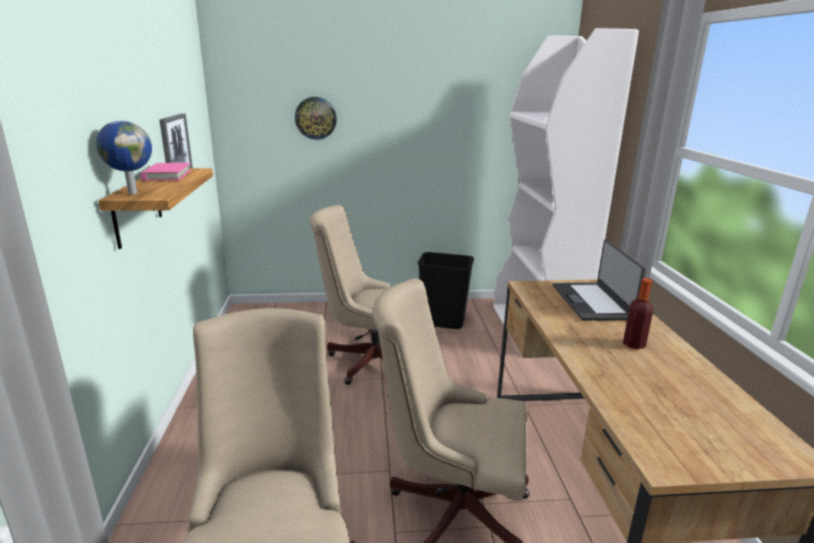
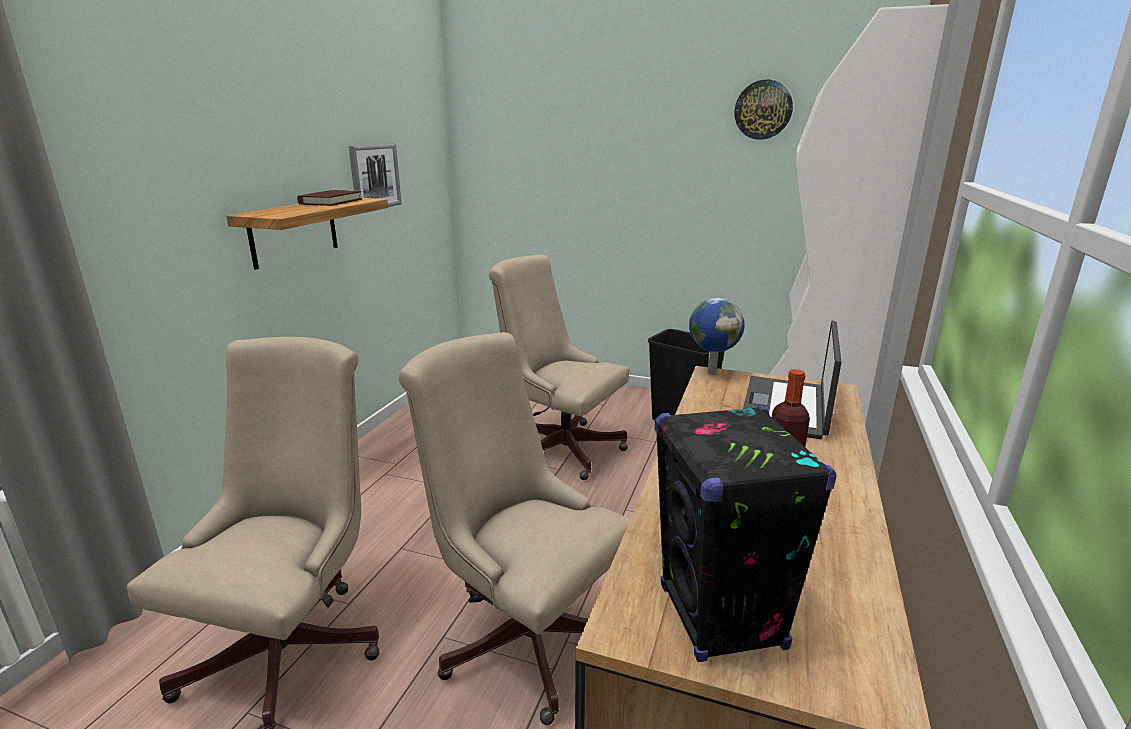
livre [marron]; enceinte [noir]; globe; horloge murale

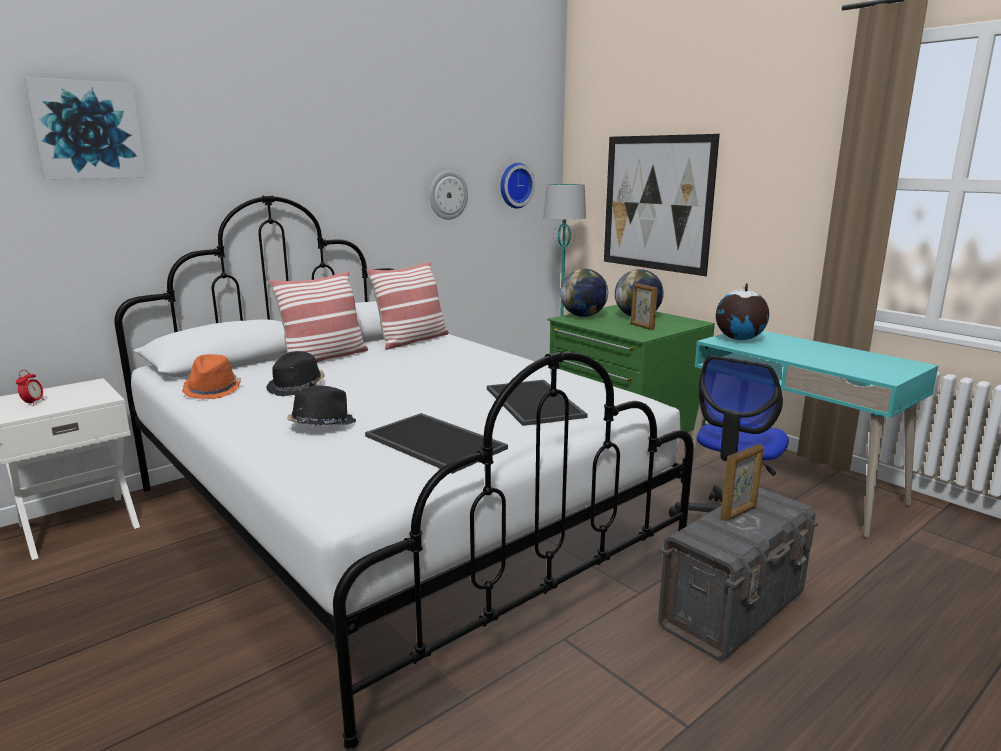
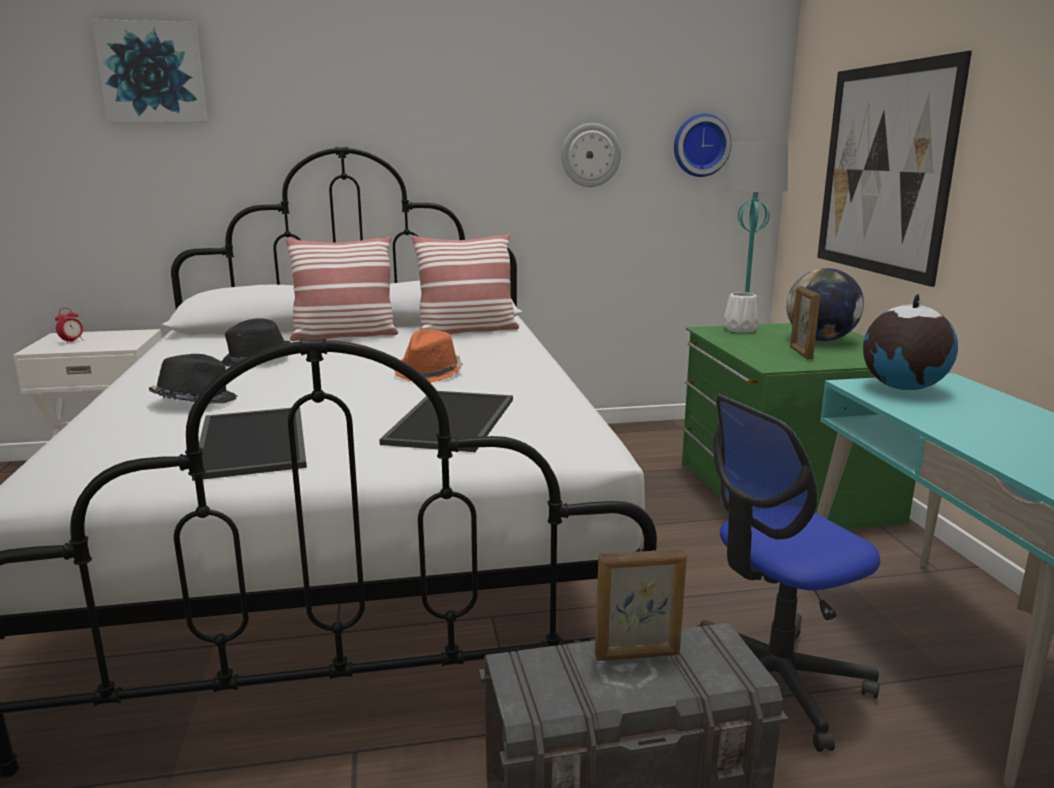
chapeau [orange]; vase [blanc]

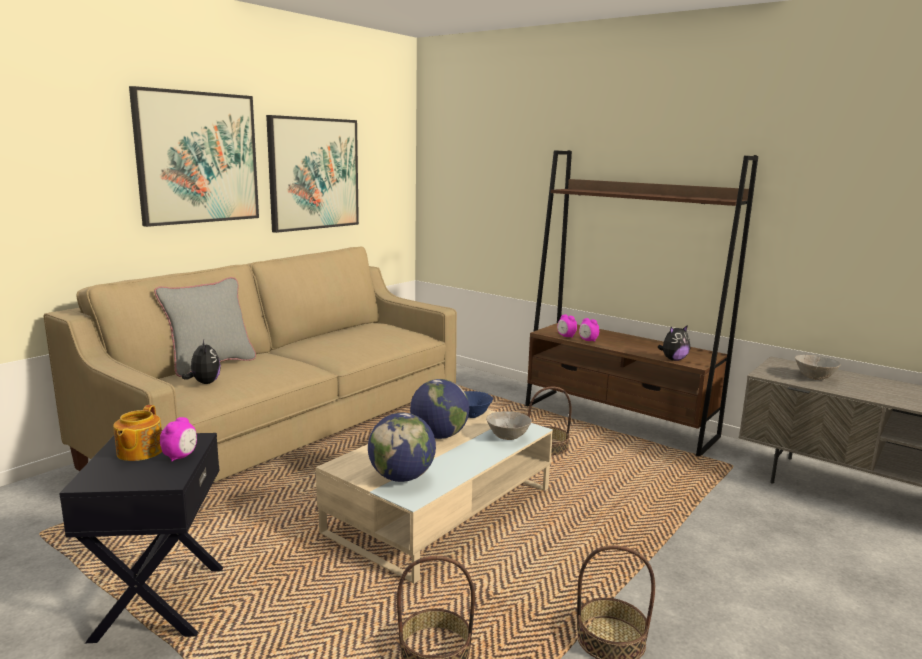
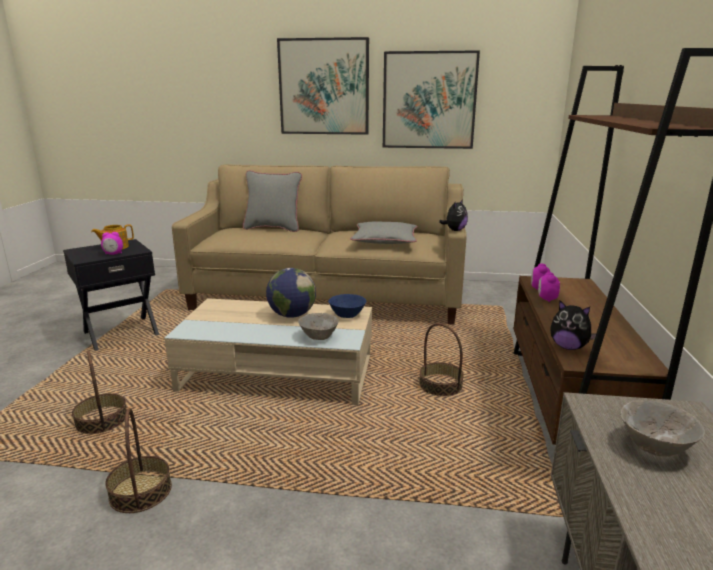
coussin [gris] (no. 2 from left); peluche (no. 1 from left); globe (no. 1 from left in the first image)

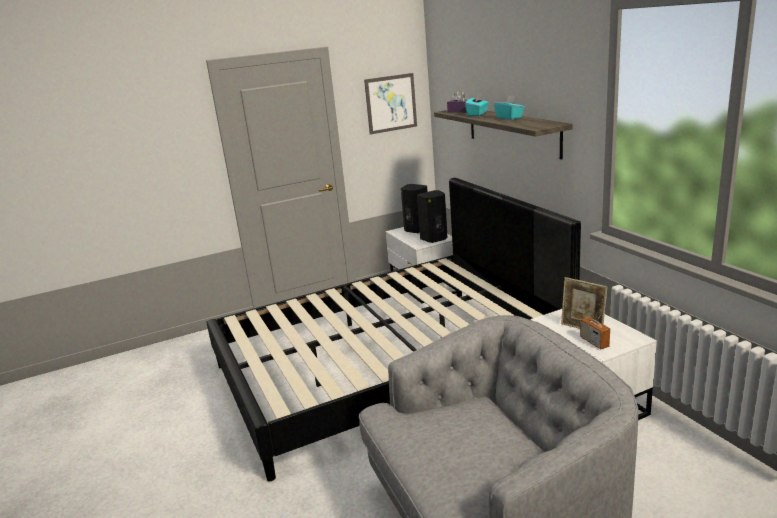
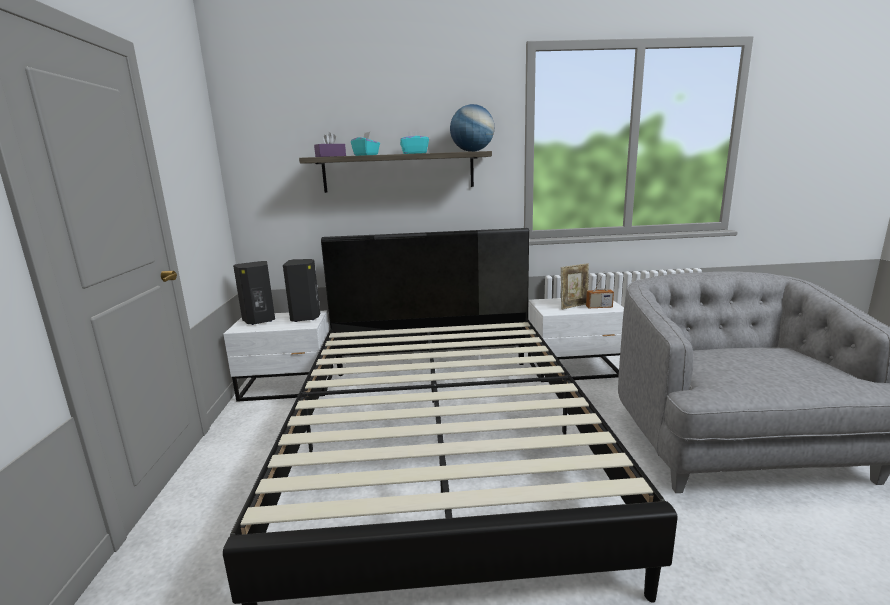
globe; tableau

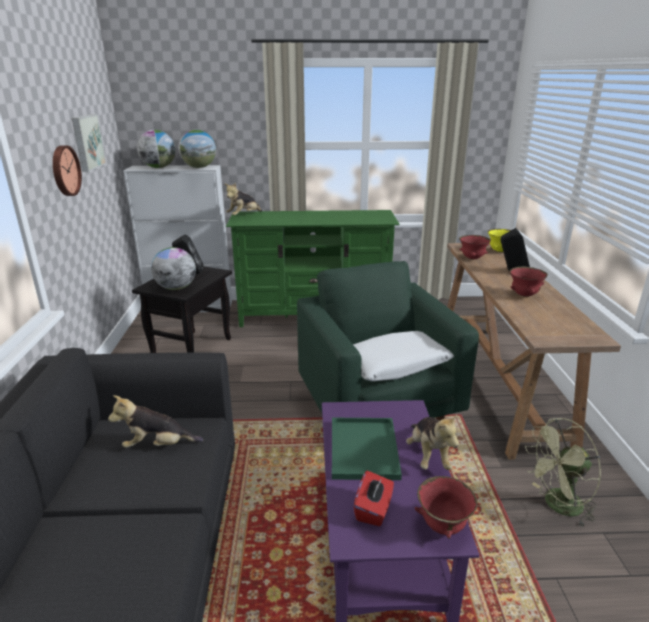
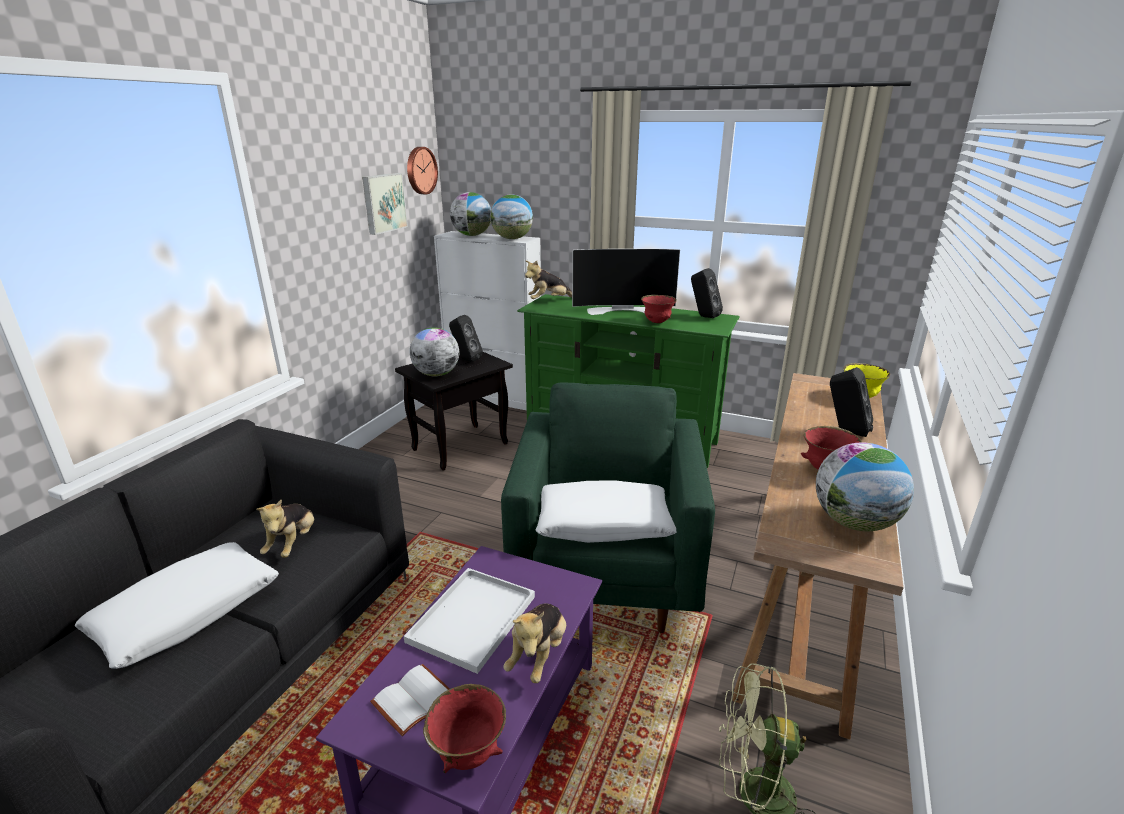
coussin [blanc] (no. 1 from left); peluche (no. 1 from left); livre [blanc]; plateau [blanc]; horloge murale; téléviseur; bol [rouge] (no. 2 from left); enceinte [noir] (no. 2 from left); globe (no. 4 from left)

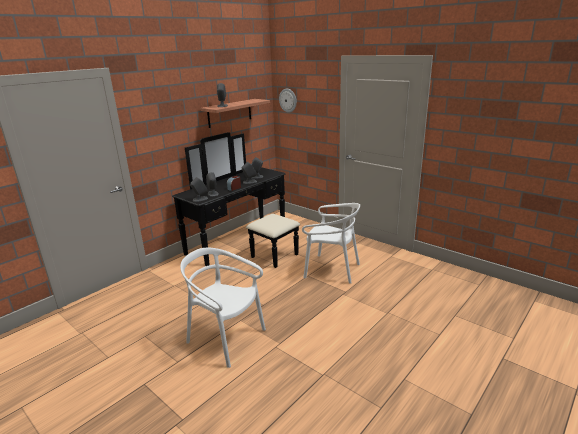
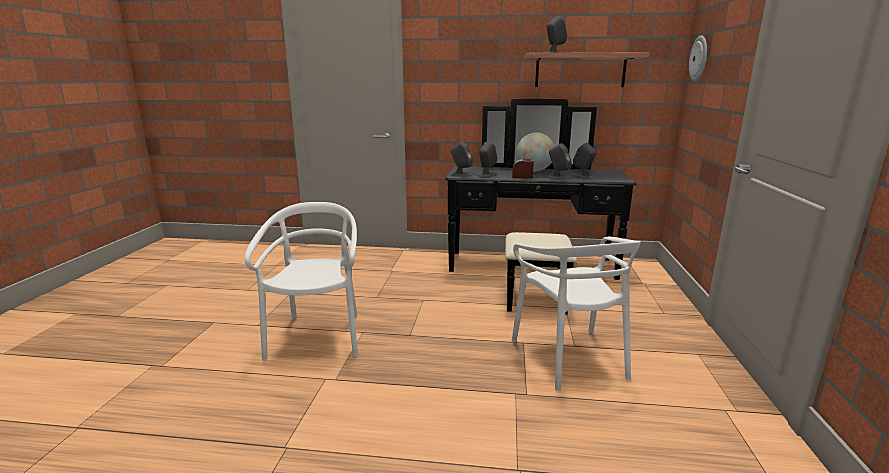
globe

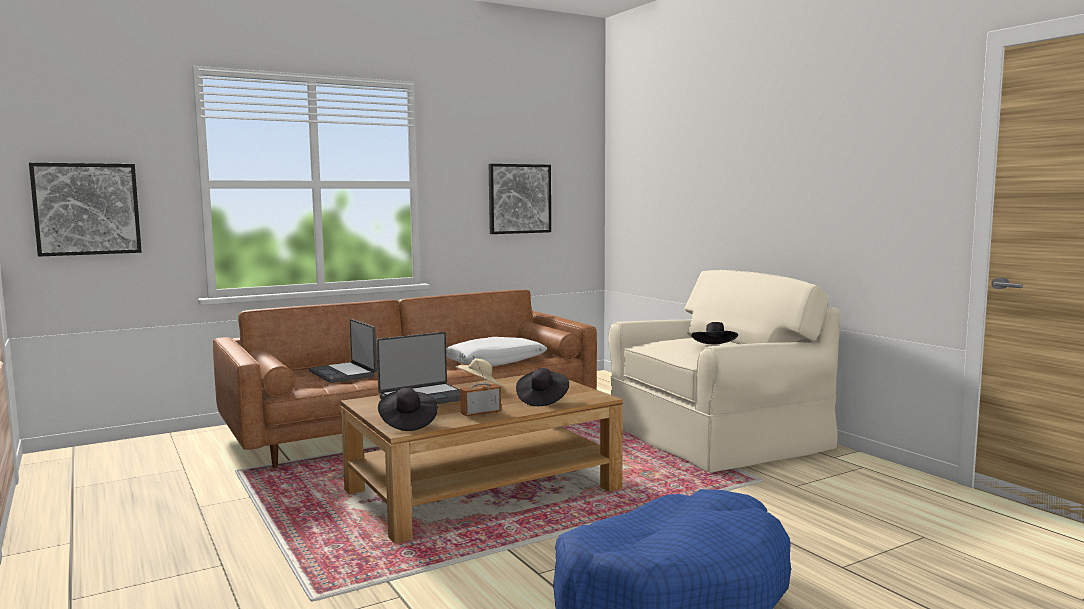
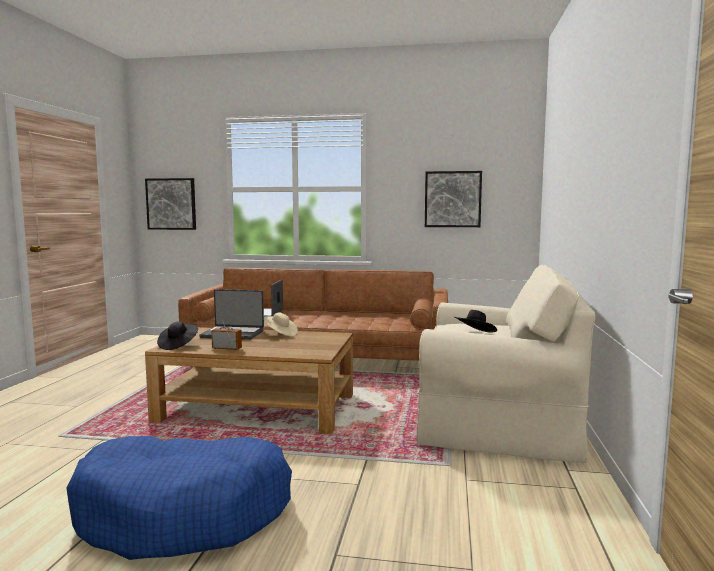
coussin [blanc]; chapeau [noir] (no. 2 from left in the first image)

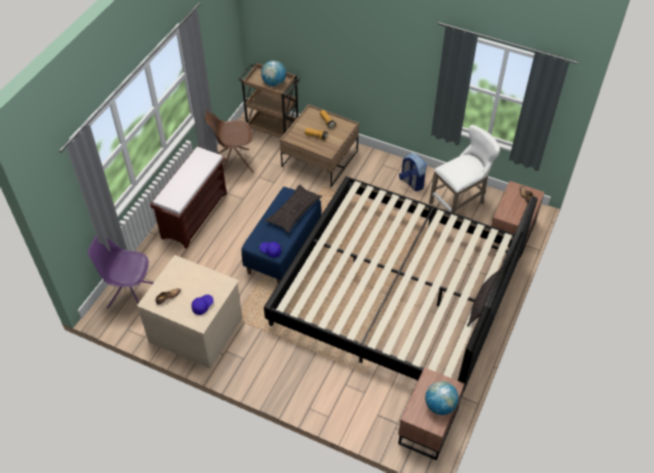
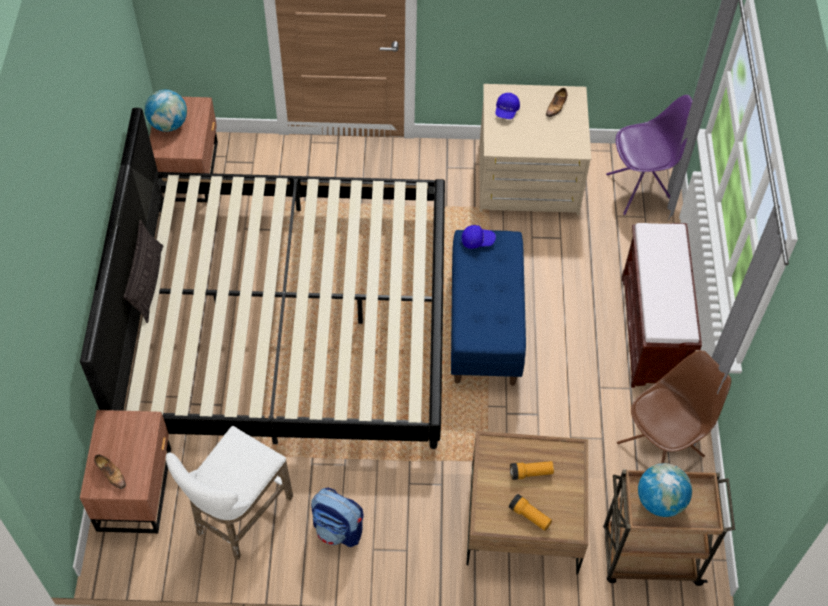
coussin (no. 1 from left in the first image)

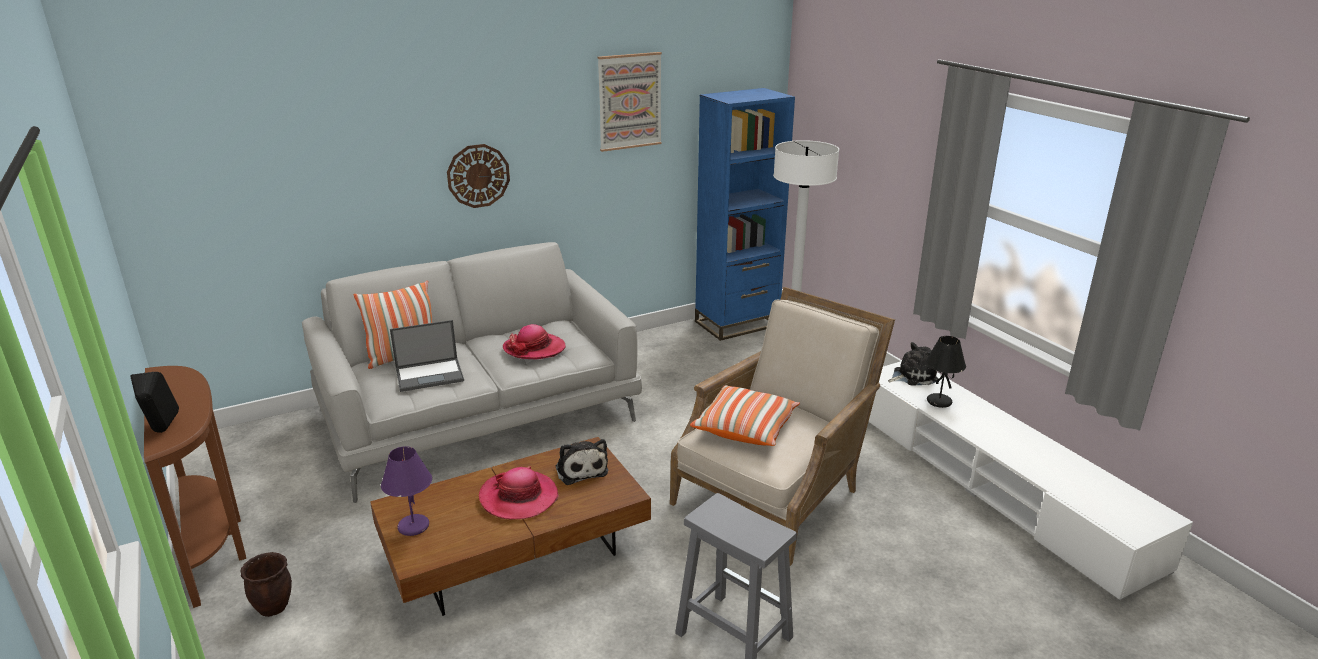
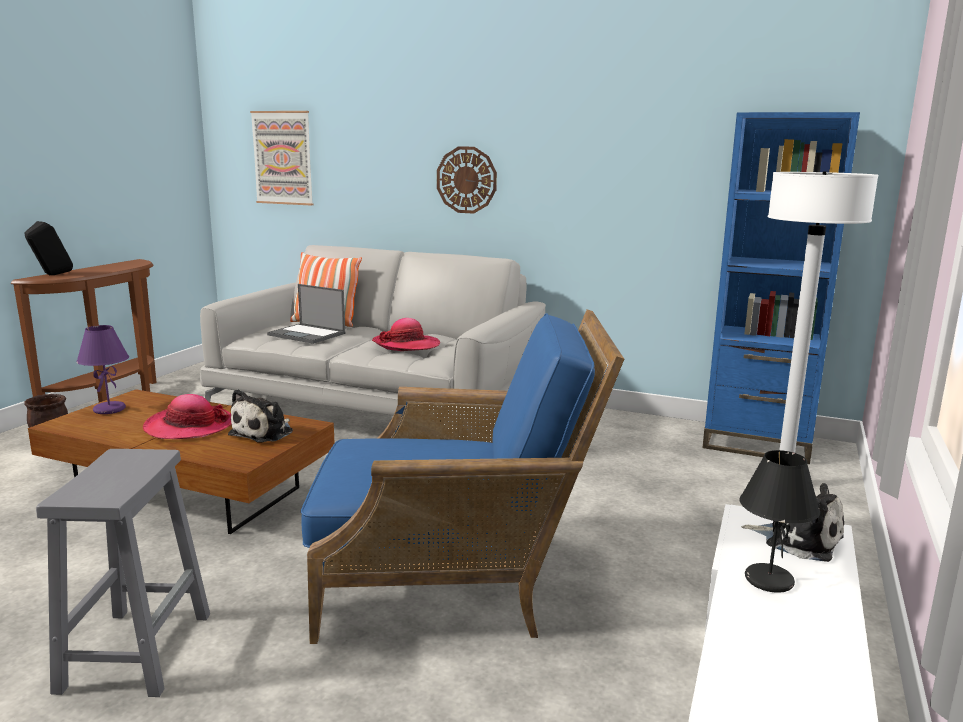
tableau; fauteuil [bleu]; coussin (no. 2 from left in the first image)

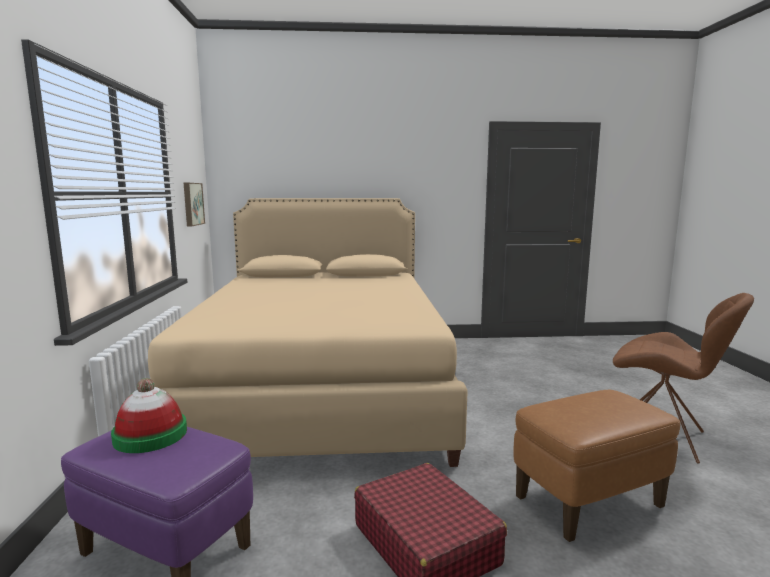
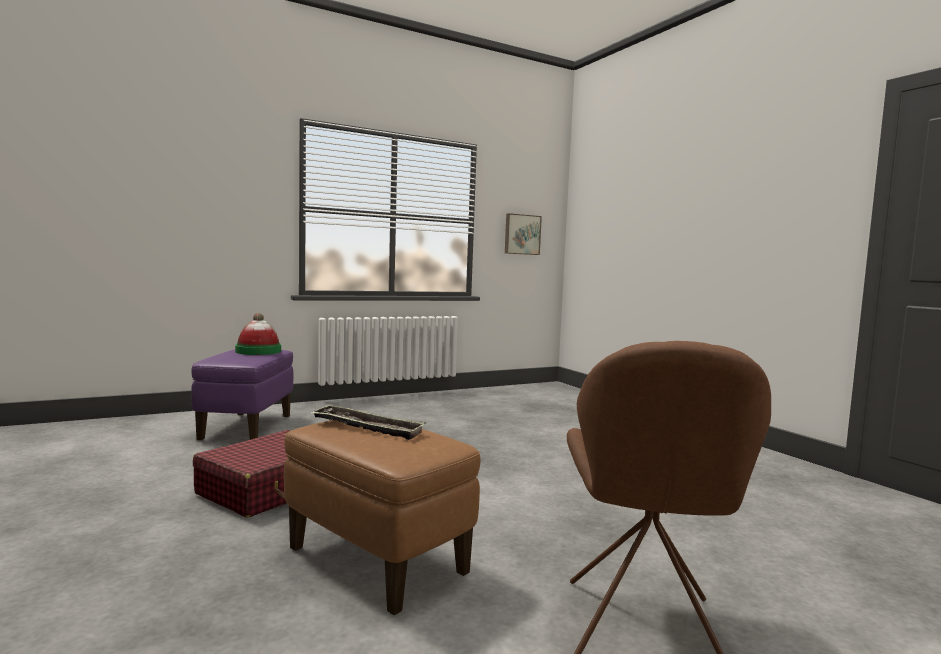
plateau; lit [beige]

